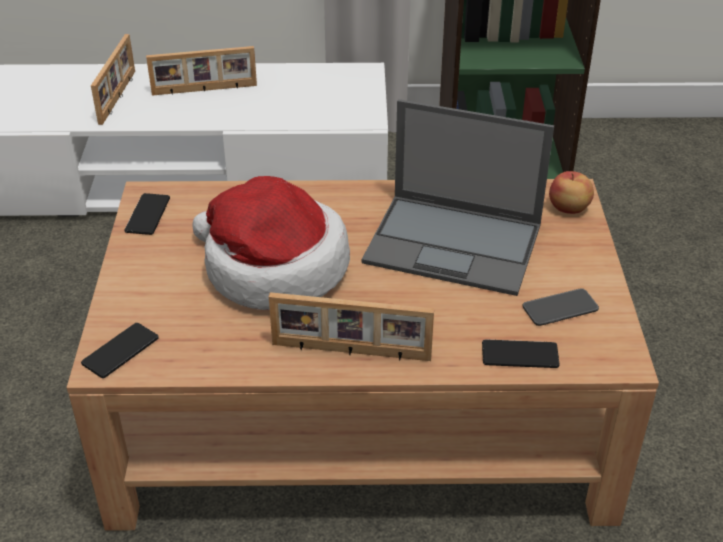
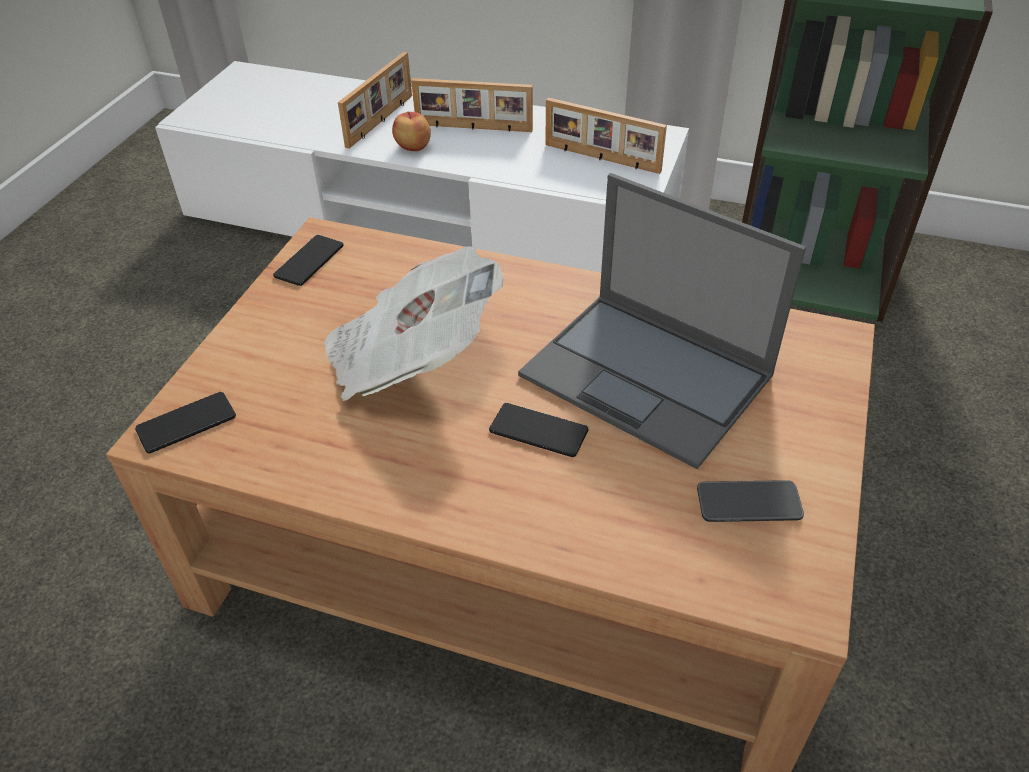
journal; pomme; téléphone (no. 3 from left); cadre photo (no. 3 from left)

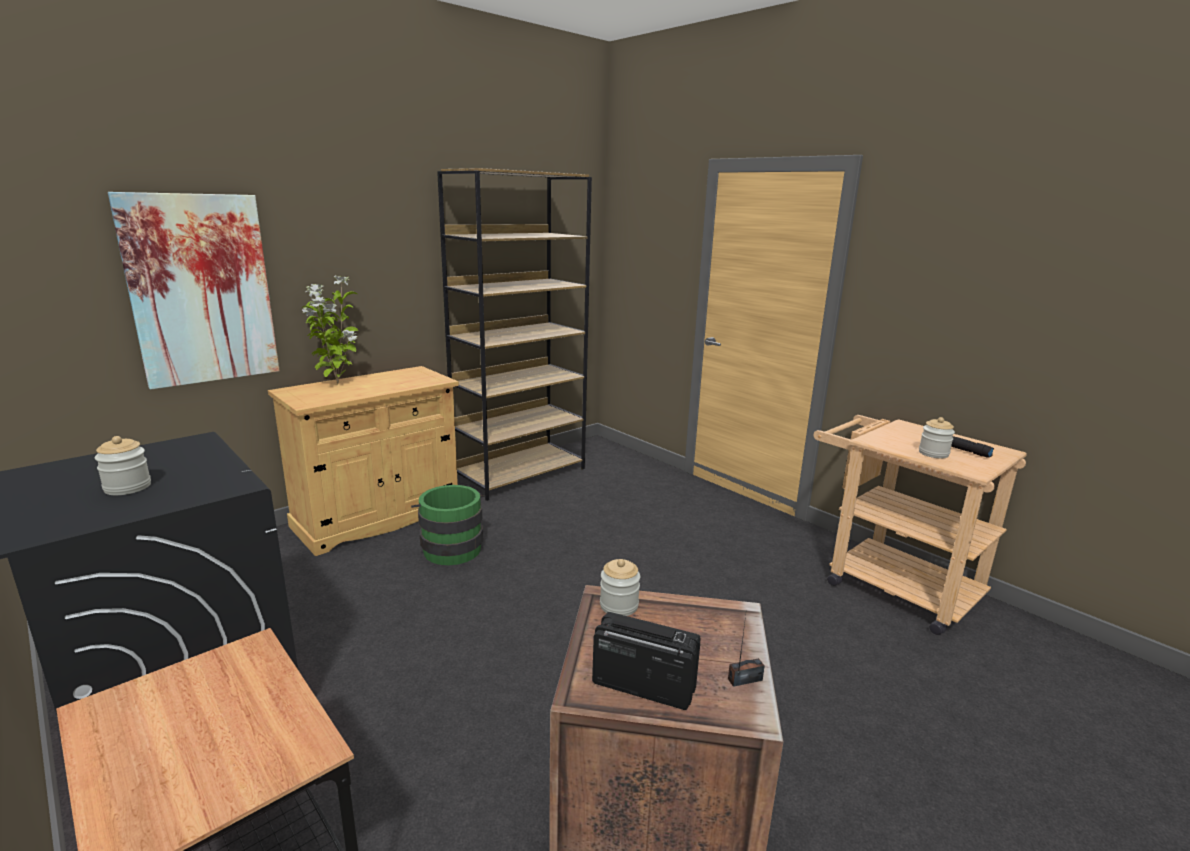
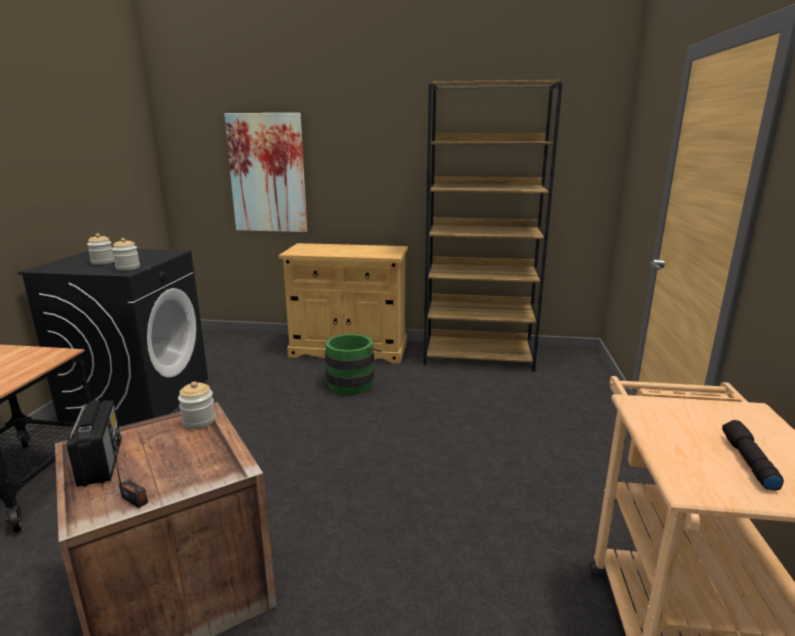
bocal (no. 2 from left); plante en pot

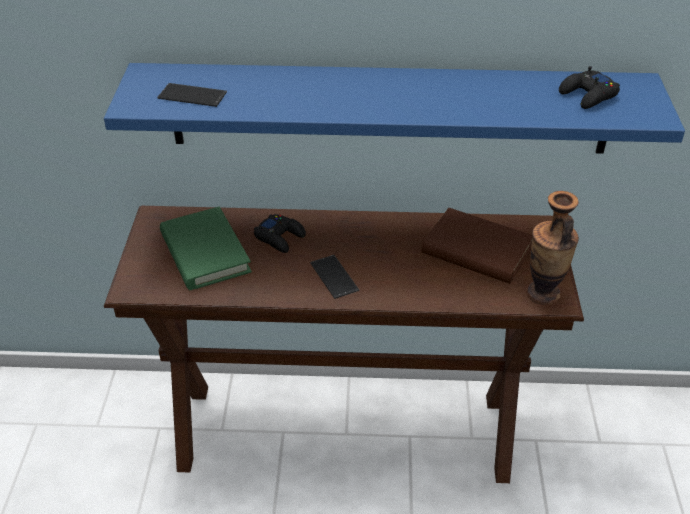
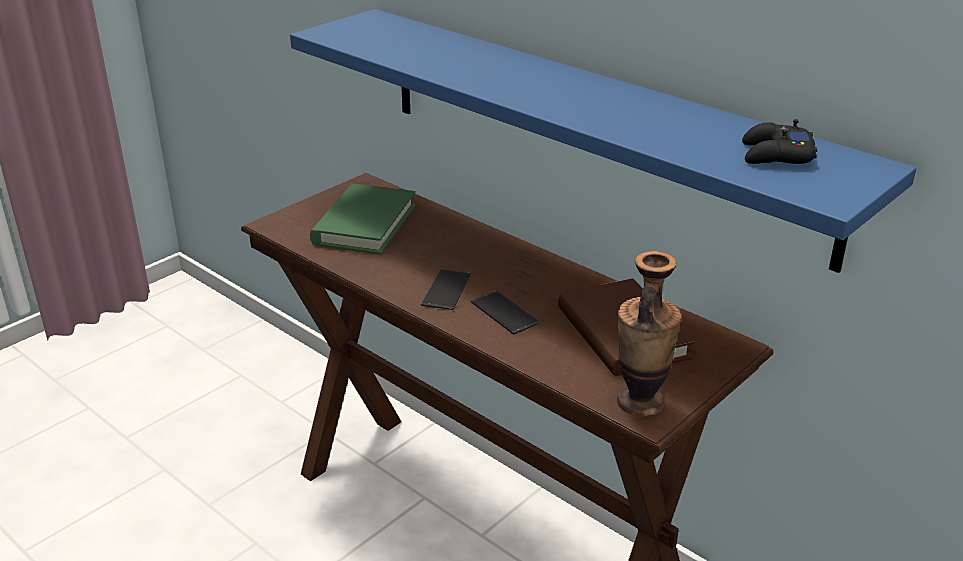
téléphone (no. 2 from left); manette [noir] (no. 1 from left in the first image)

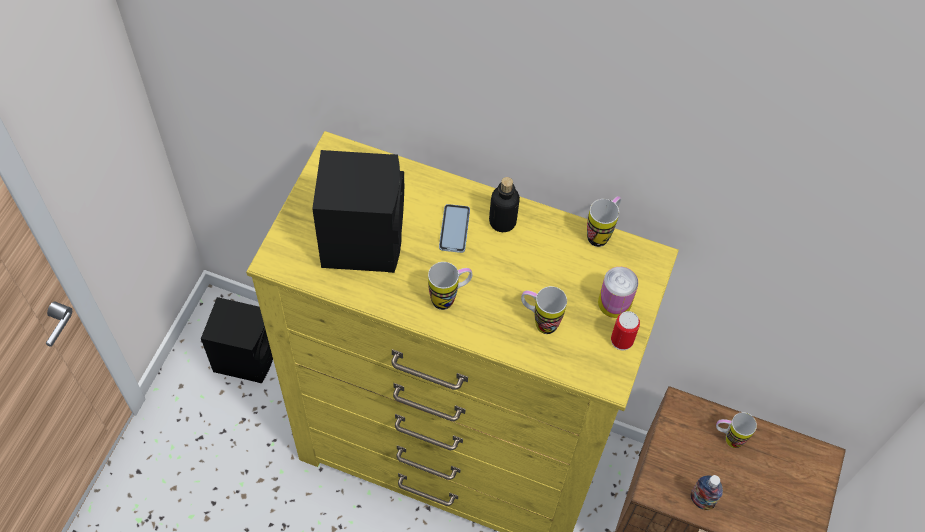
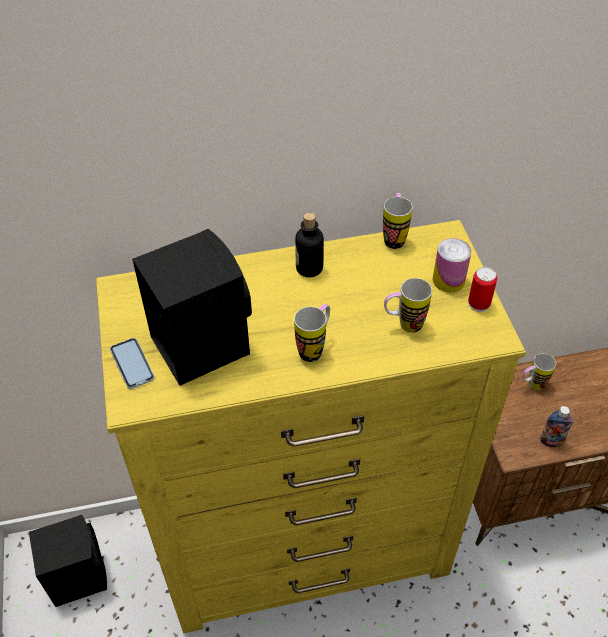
téléphone

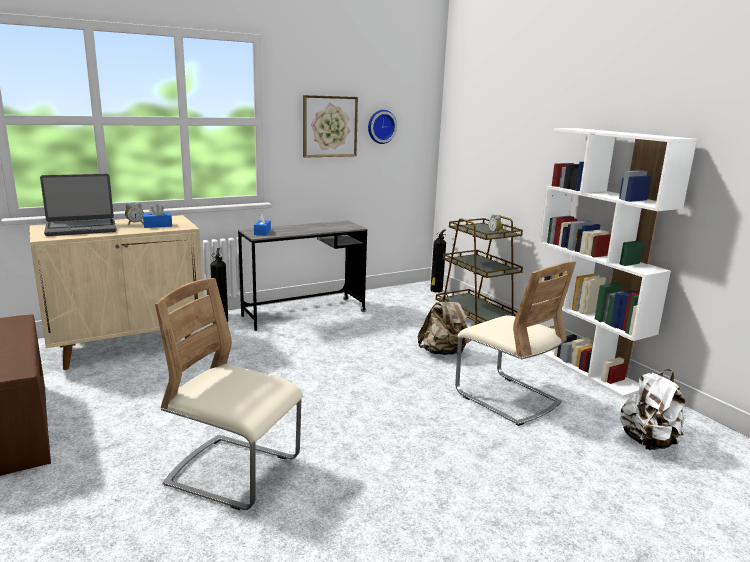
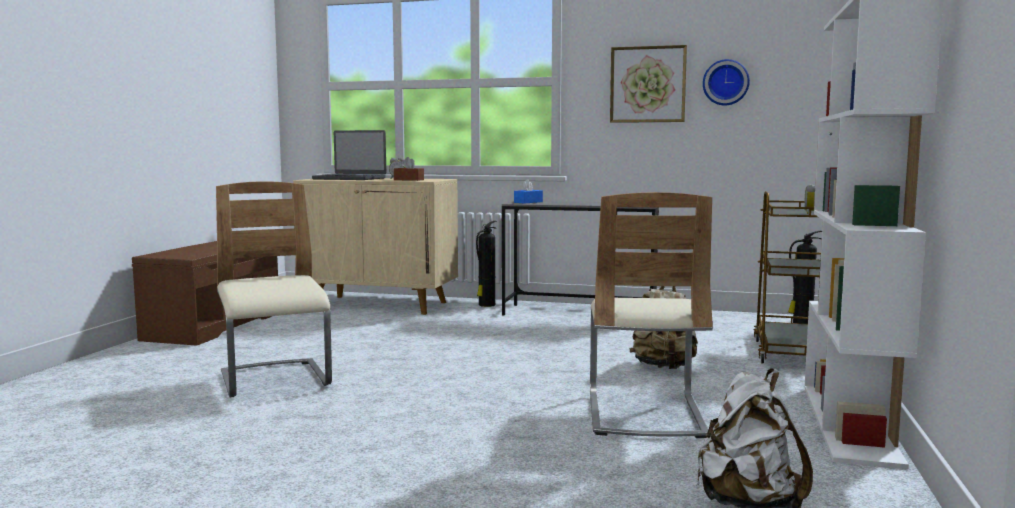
boîte à mouchoirs [marron]

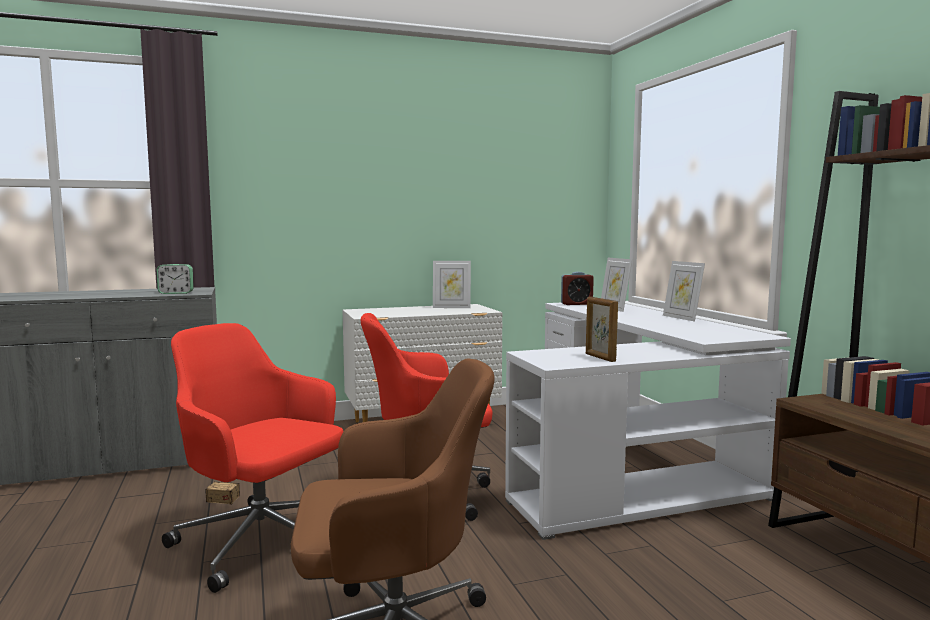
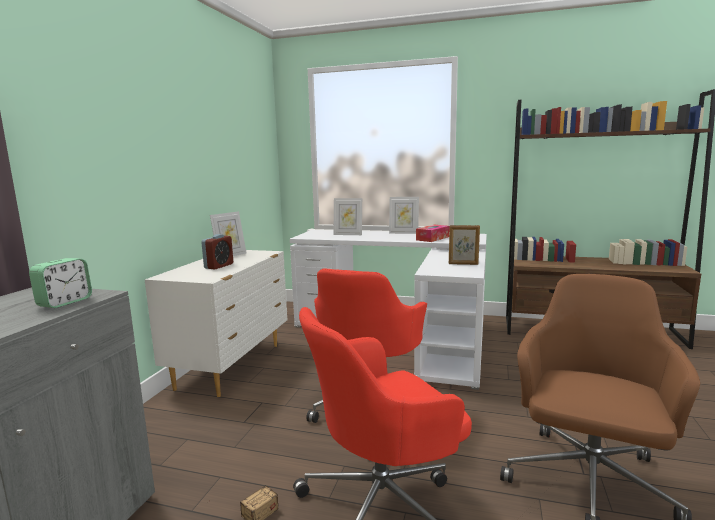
réveil (no. 2 from left); boîte à mouchoirs

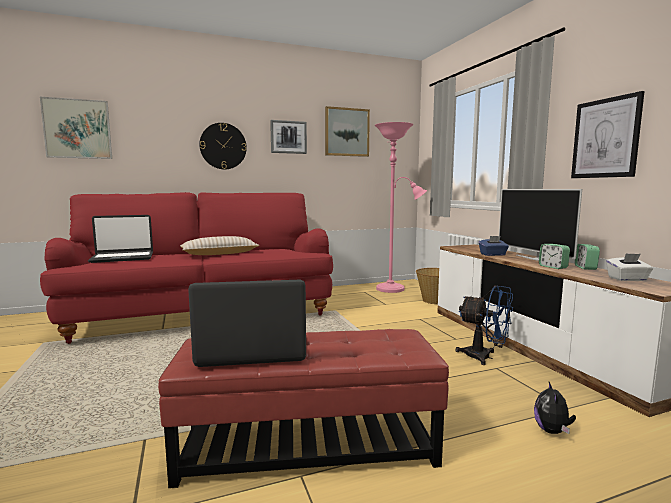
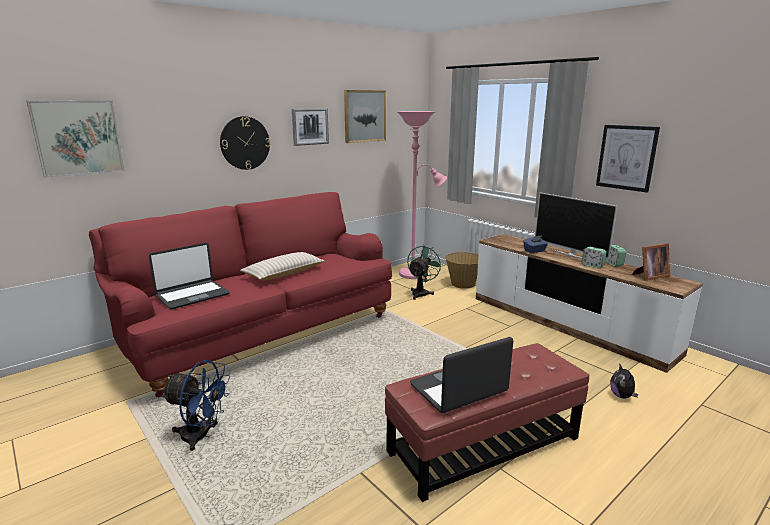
ventilateur [bleu]; ventilateur [vert]; cadre photo

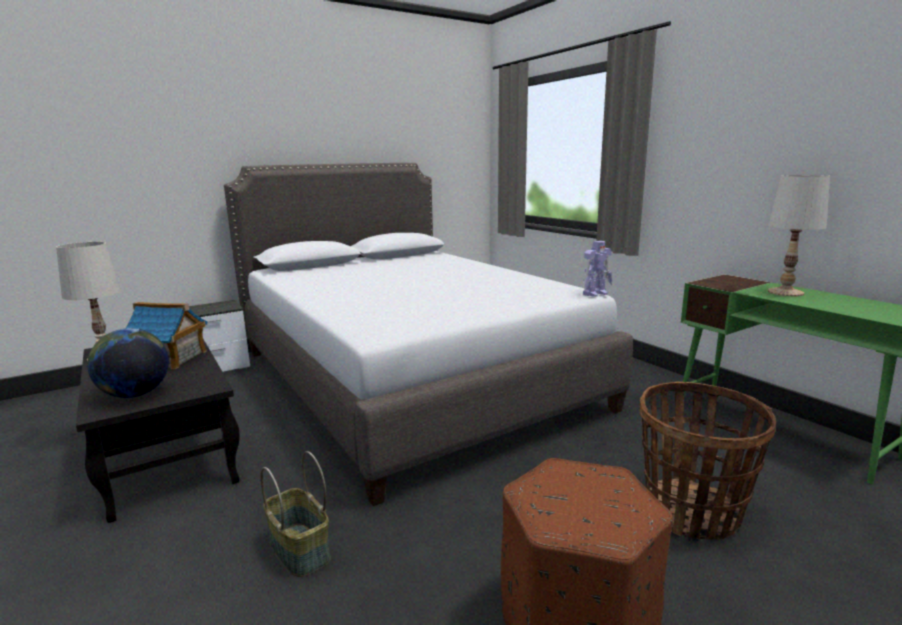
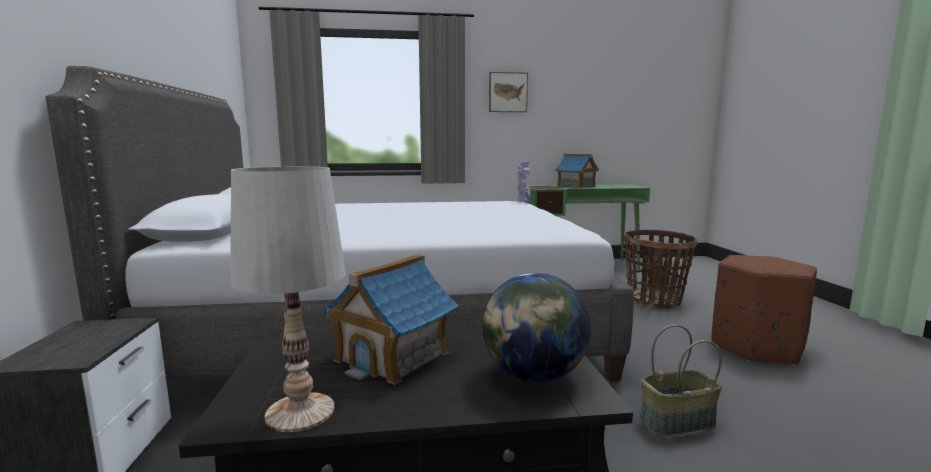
tableau; maison miniature (no. 2 from left)

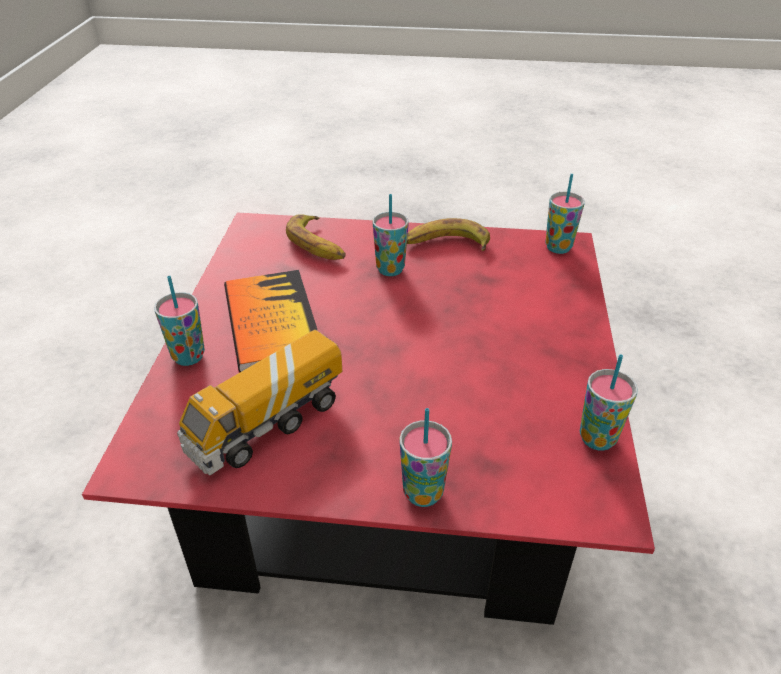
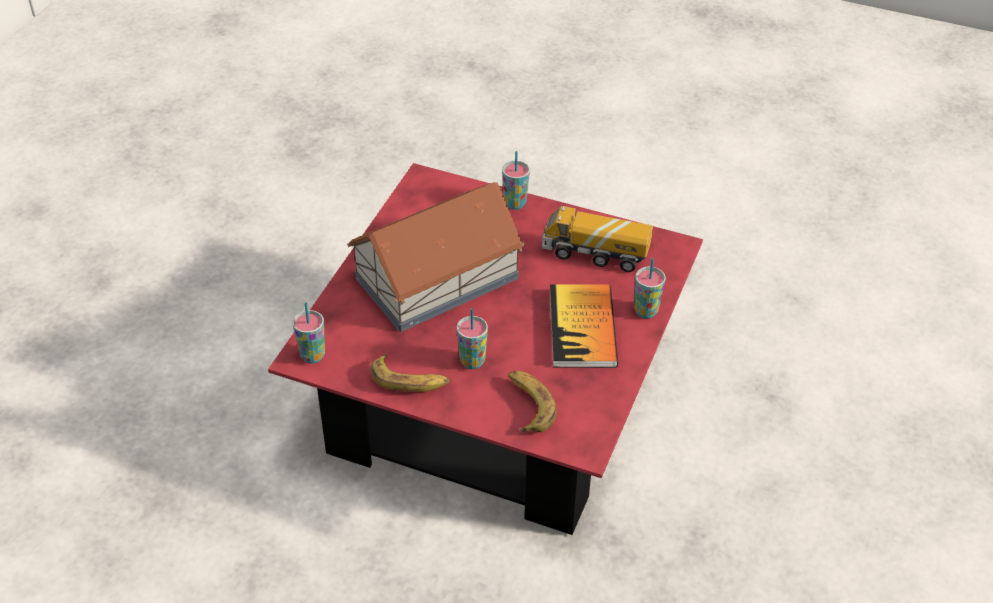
maison miniature; camion jouet; tasse (no. 5 from left in the first image)

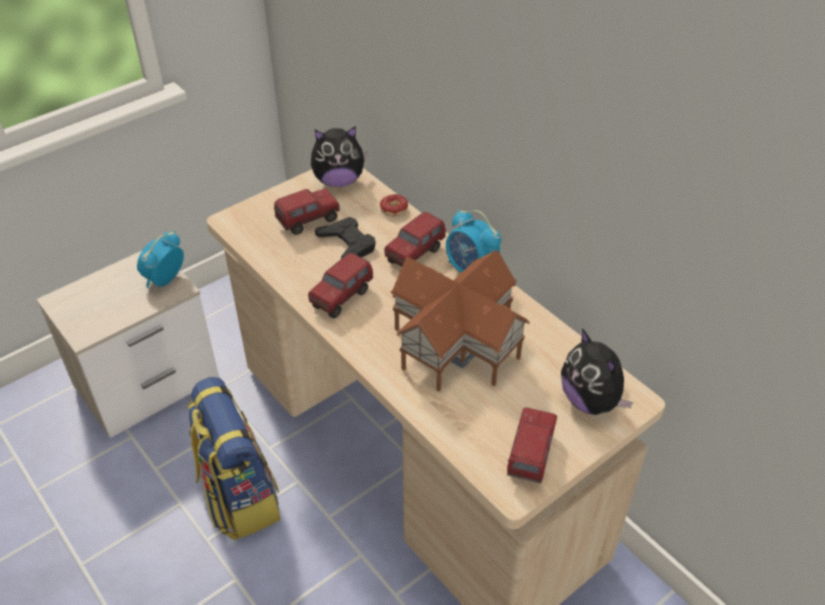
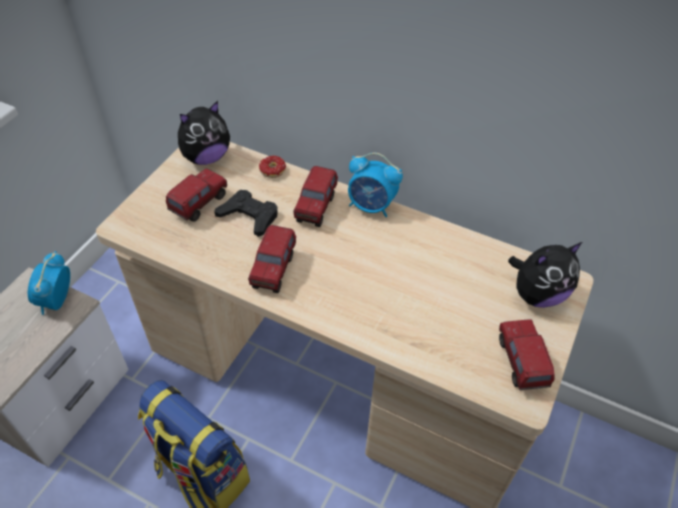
peluche (no. 2 from left); maison miniature

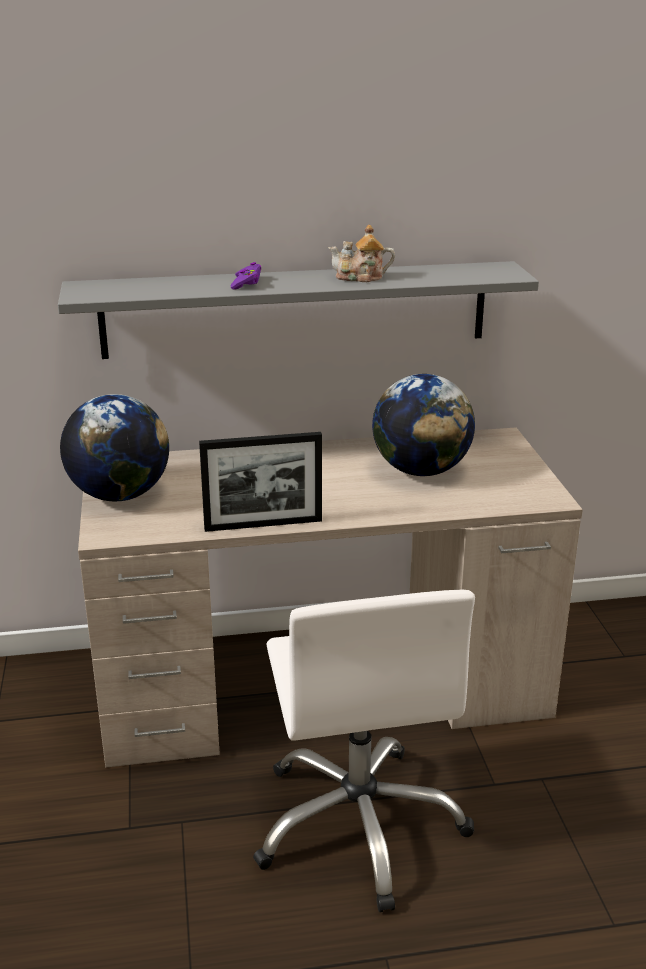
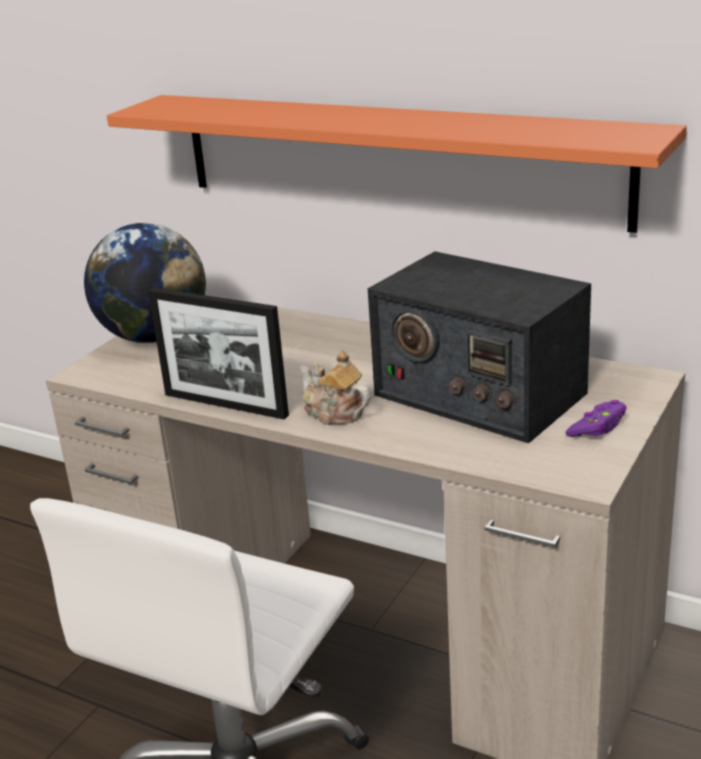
étagère [orange]; théière; radio; manette [violet]

